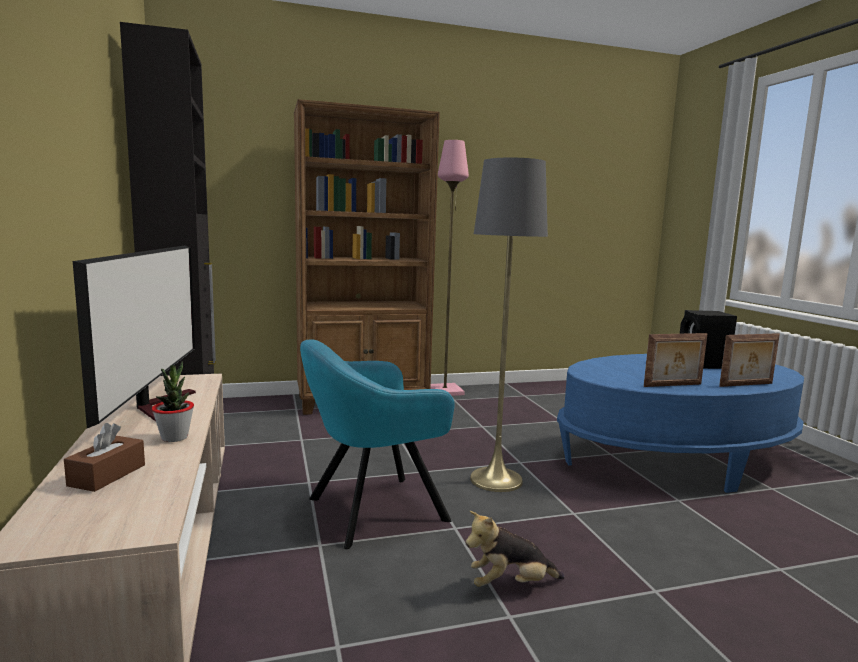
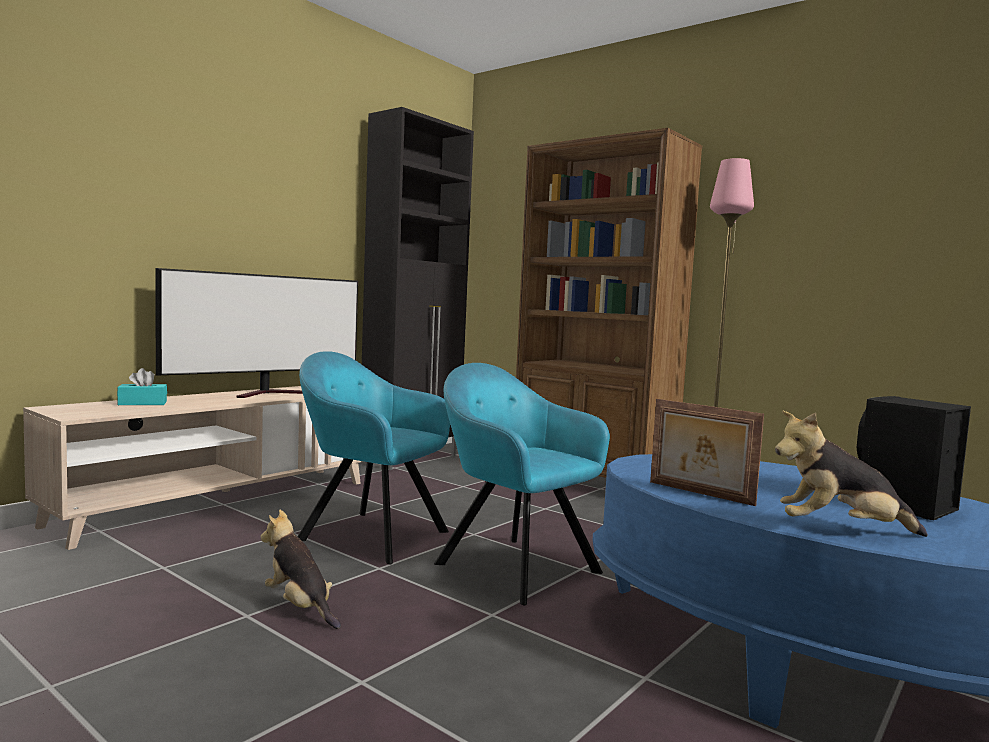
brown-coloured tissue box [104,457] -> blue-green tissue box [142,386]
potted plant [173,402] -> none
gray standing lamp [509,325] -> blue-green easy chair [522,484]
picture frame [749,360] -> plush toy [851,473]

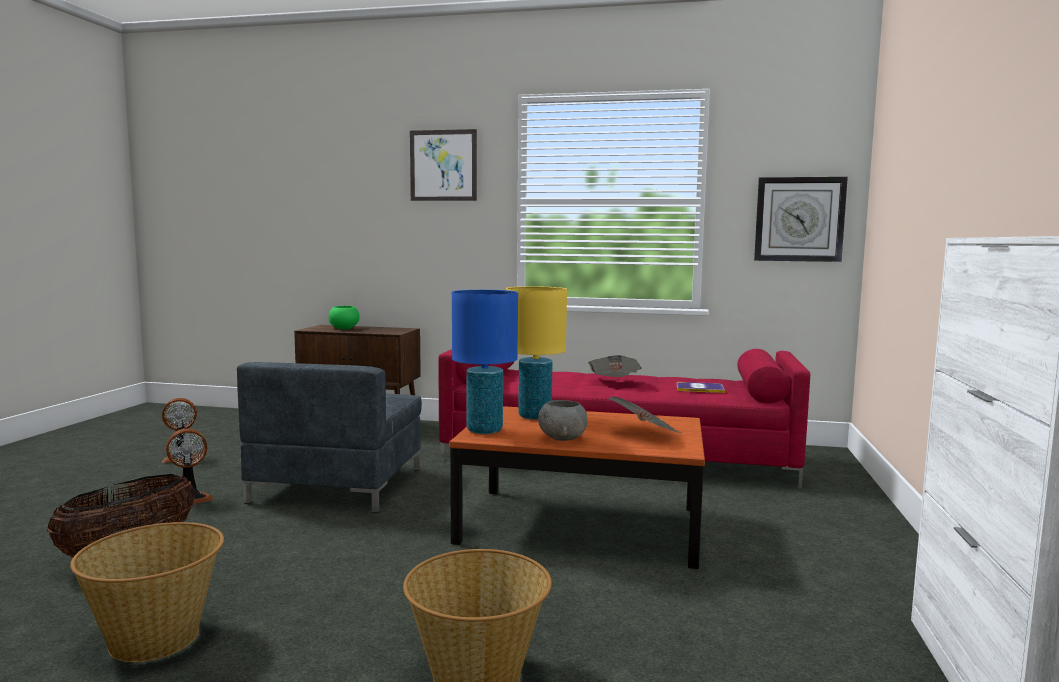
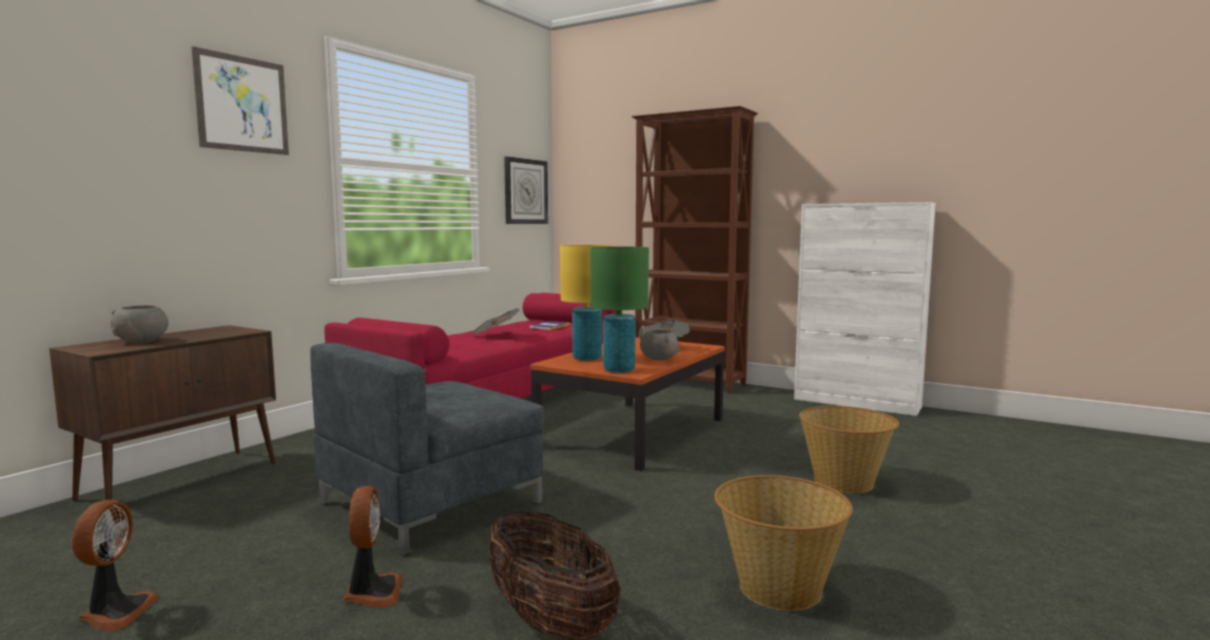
gray easy chair [329,437] -> gray easy chair [427,450], 105 degrees clockwise
greenish deep dish [344,317] -> gray deep dish [140,324]
blue table lamp [485,362] -> greenish table lamp [619,309]
none -> brown-coloured bookcase [694,250]

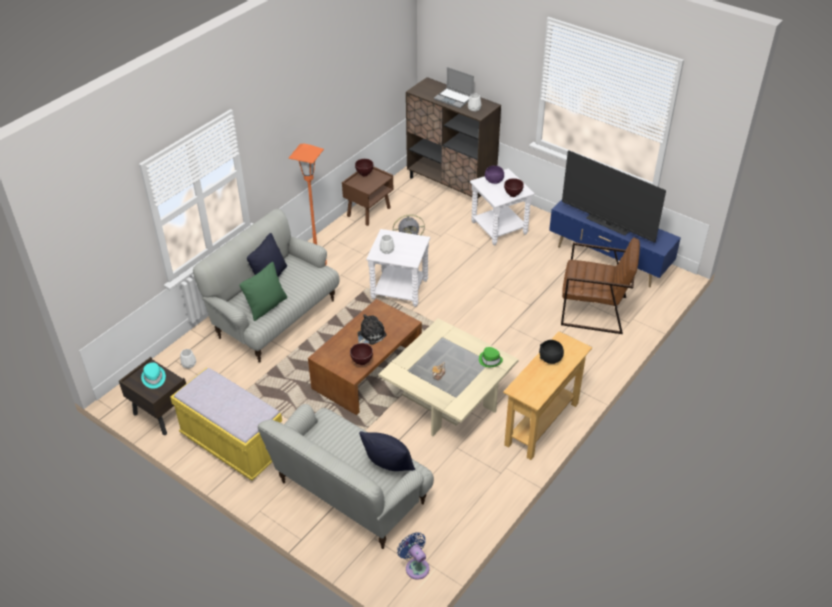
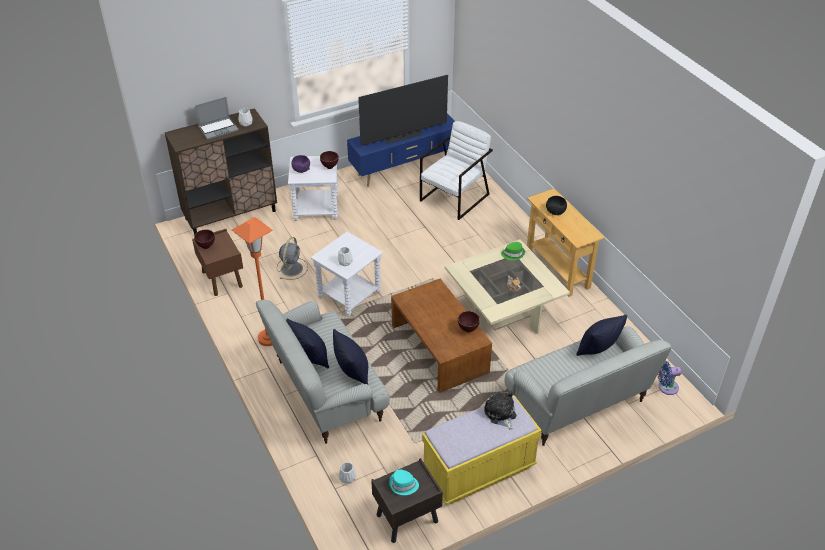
greenish pillow [263,291] -> black-coloured pillow [350,356]
plush toy [372,329] -> plush toy [500,410], move
brown-coloured easy chair [600,285] -> white easy chair [456,170]

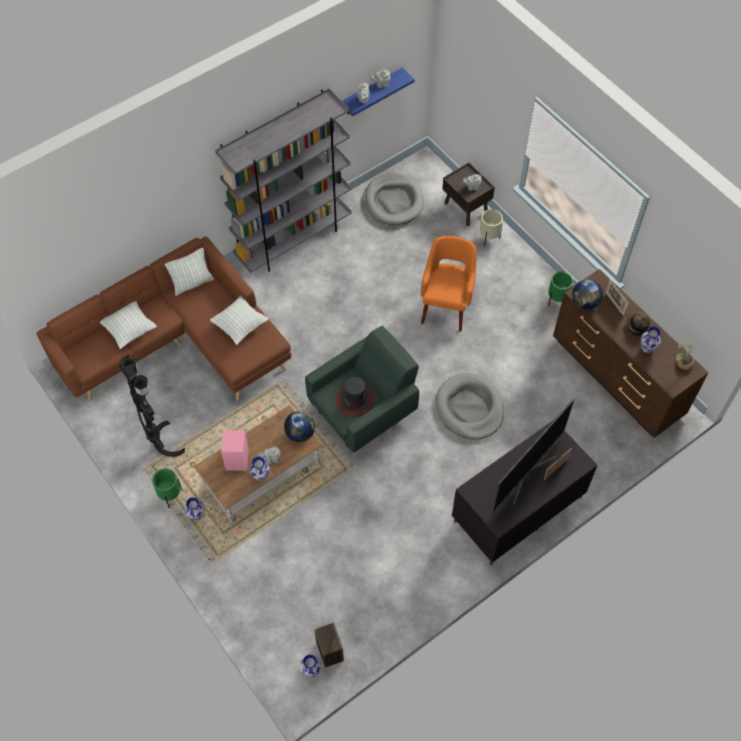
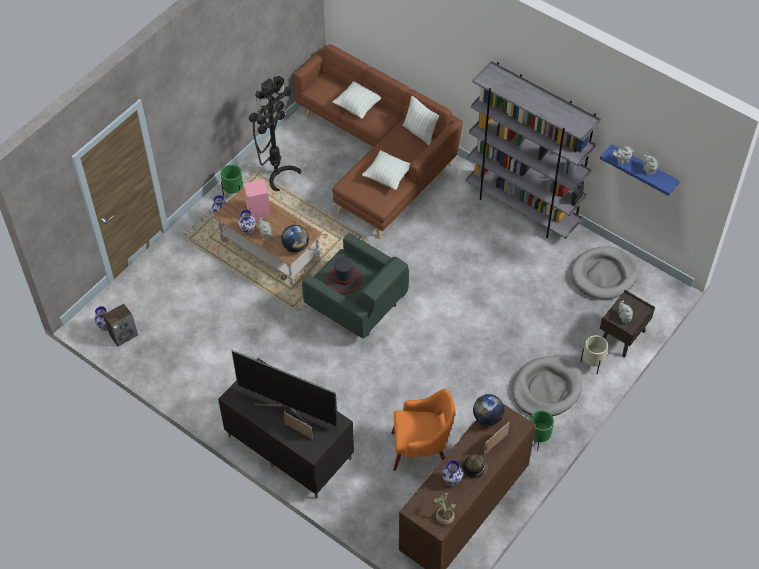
orange-coloured easy chair [449,283] -> orange-coloured easy chair [423,430], move
gray dog bed [470,406] -> gray dog bed [547,386], move

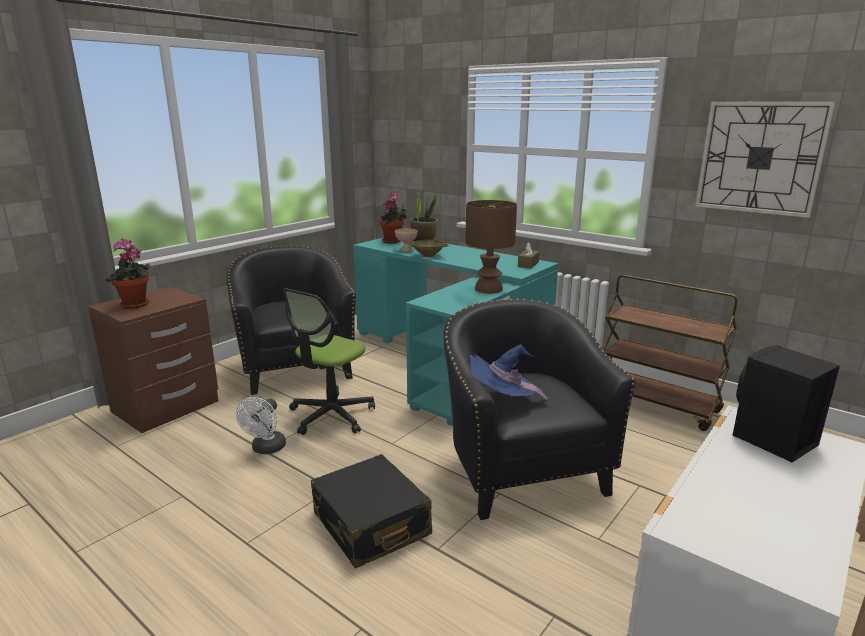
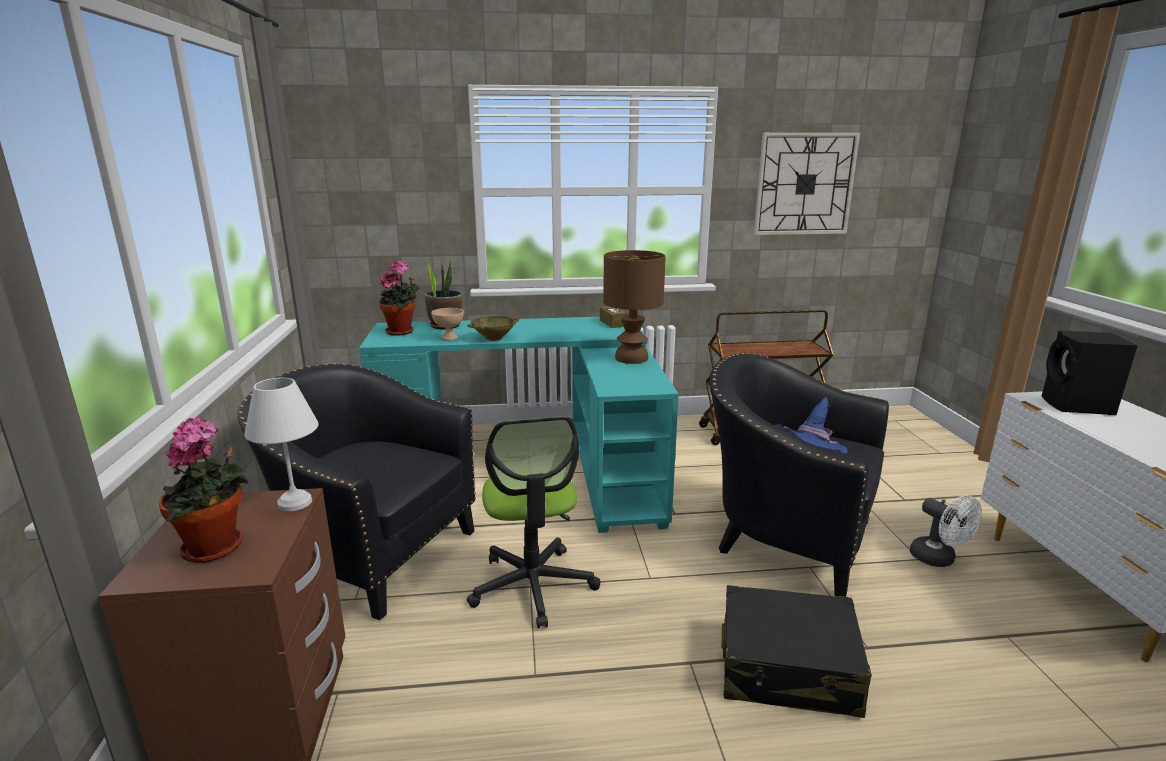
white fan [261,425] -> white fan [946,531], move
none -> white table lamp [281,444]

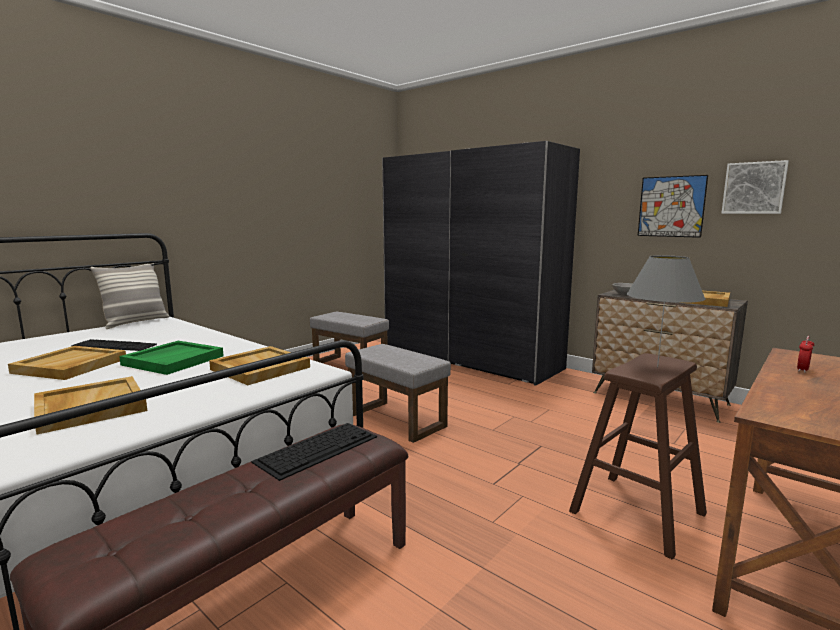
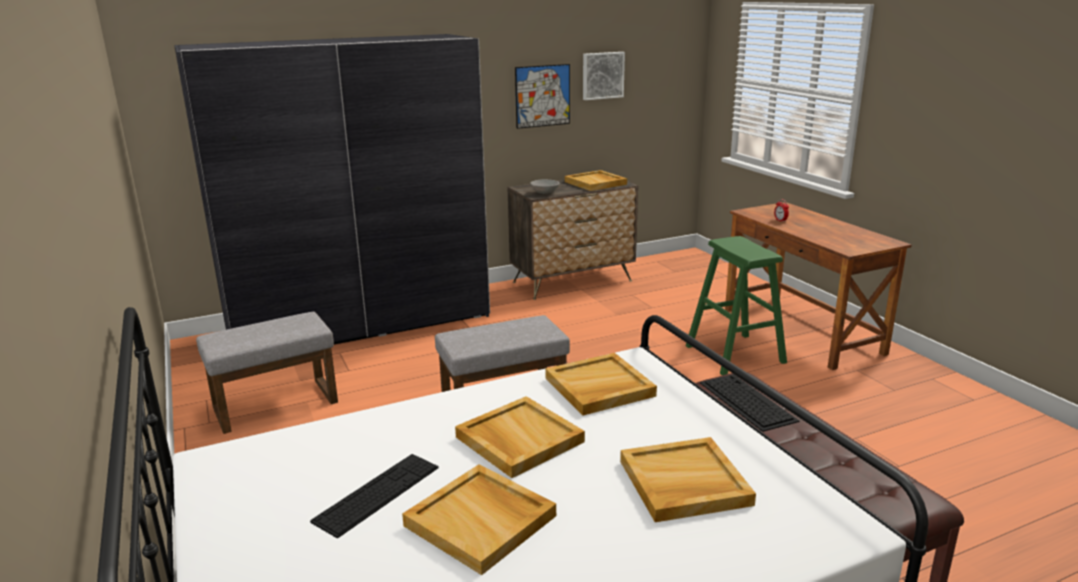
pillow [129,296] -> none
greenish carrying tray [171,358] -> beige carrying tray [520,437]
brown-coloured stool [638,456] -> greenish stool [736,305]
gray table lamp [666,311] -> none

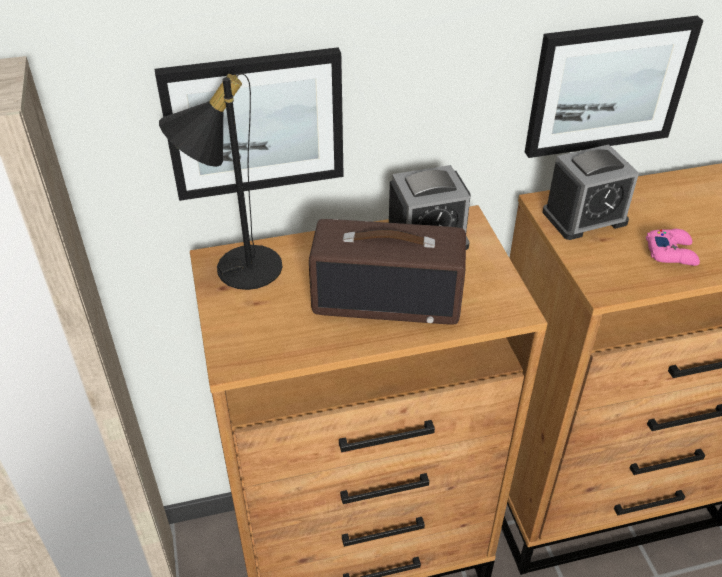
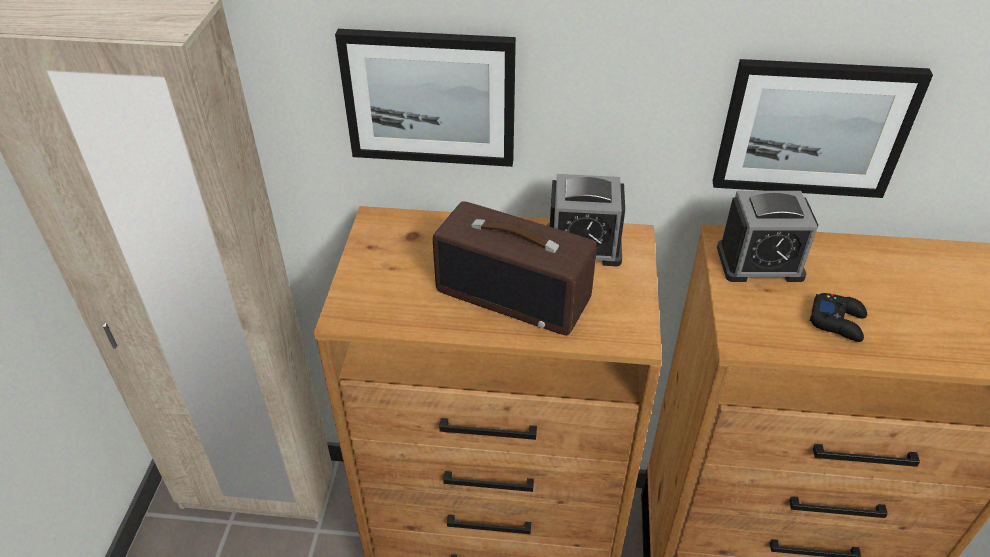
black-coloured table lamp [220,181] -> none
pink joypad [673,247] -> black-coloured joypad [838,317]

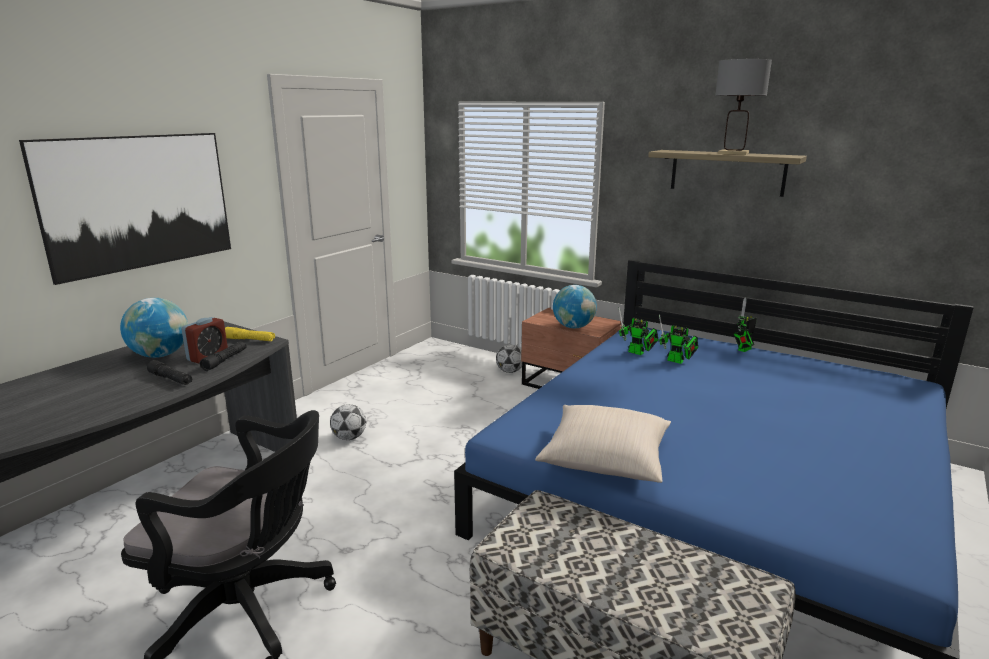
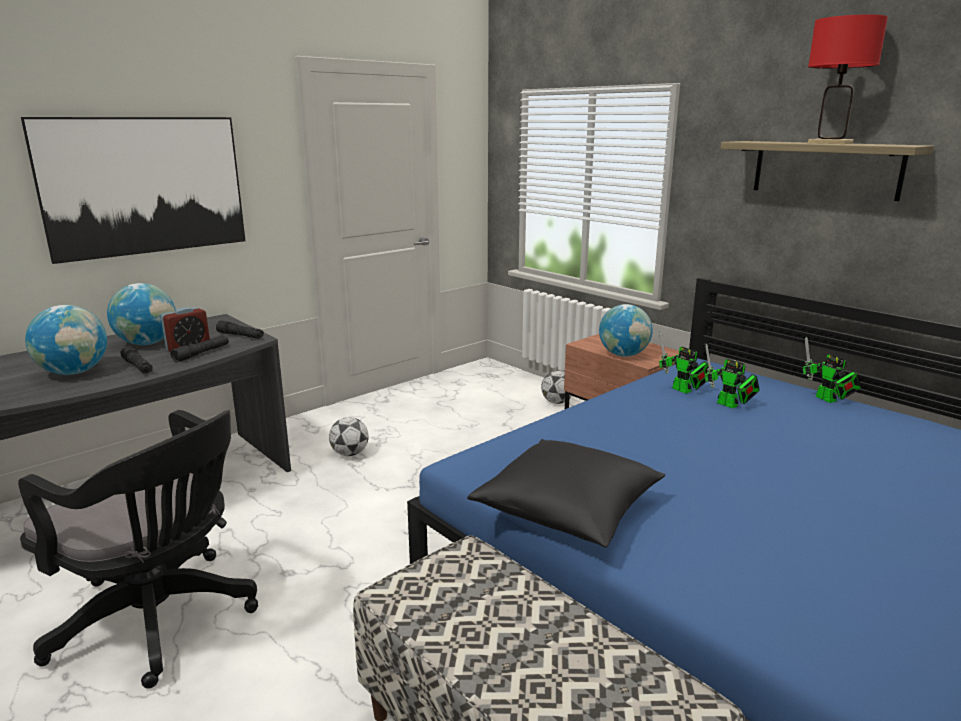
yellowish torch [250,334] -> black-coloured torch [240,329]
beige pillow [603,444] -> black-coloured pillow [566,493]
gray table lamp [743,107] -> reddish table lamp [848,79]
toy robot [745,324] -> toy robot [832,370], 90 degrees counterclockwise
none -> globe [66,340]

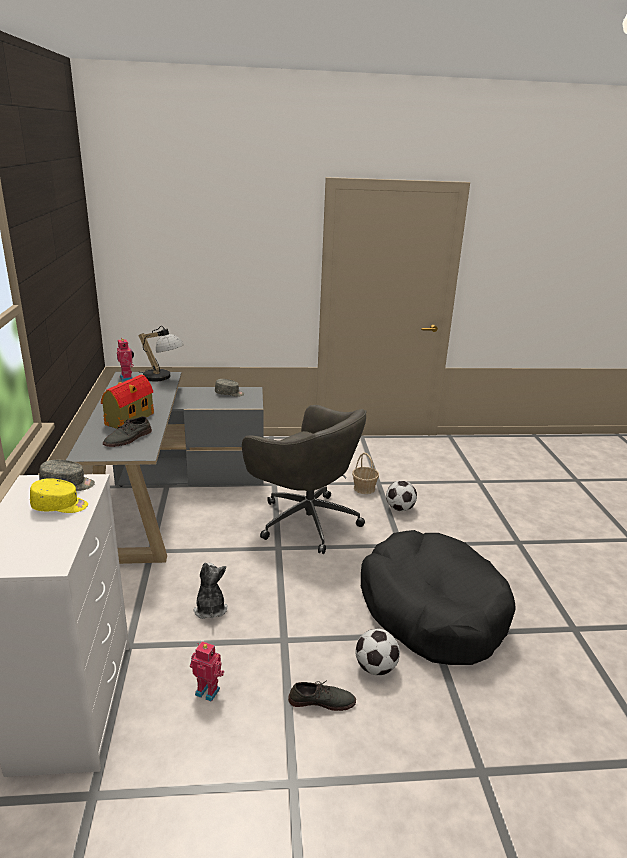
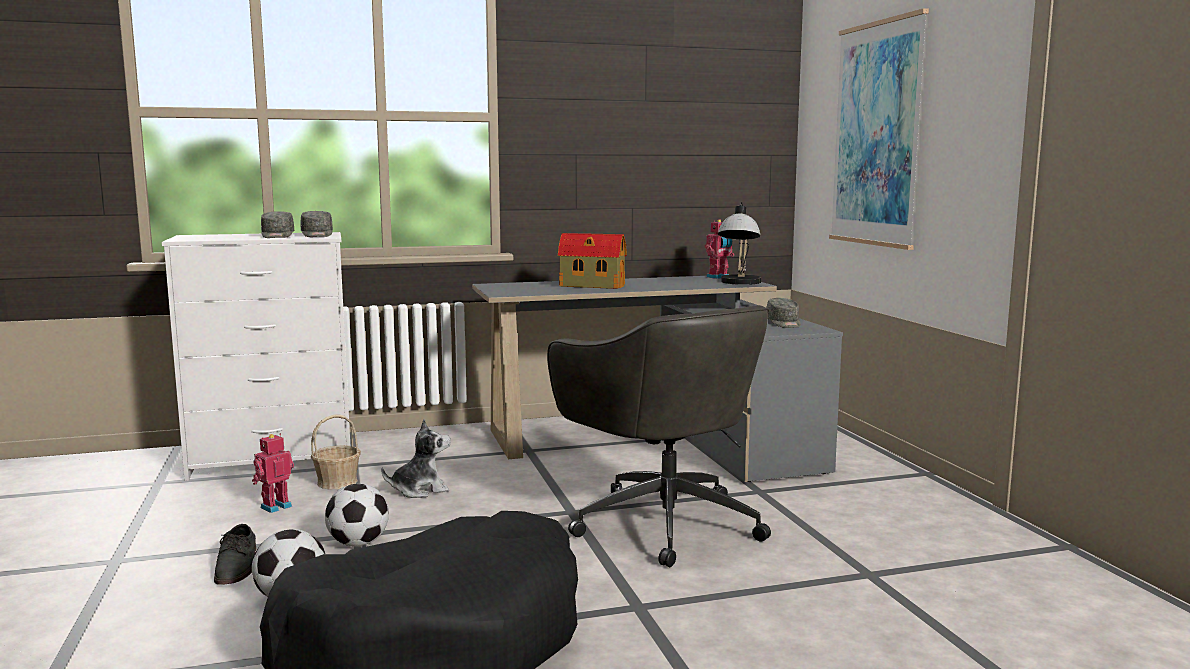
yellowish baseball cap [59,495] -> gray baseball cap [277,224]
gray low shoe [127,431] -> none
toy robot [207,671] -> toy robot [273,473], 150 degrees counterclockwise
gray desk chair [304,479] -> gray desk chair [659,436], 60 degrees counterclockwise
storage basket [365,473] -> storage basket [336,451], move
ball for football [401,495] -> ball for football [357,515], move
none -> picture [879,129]

